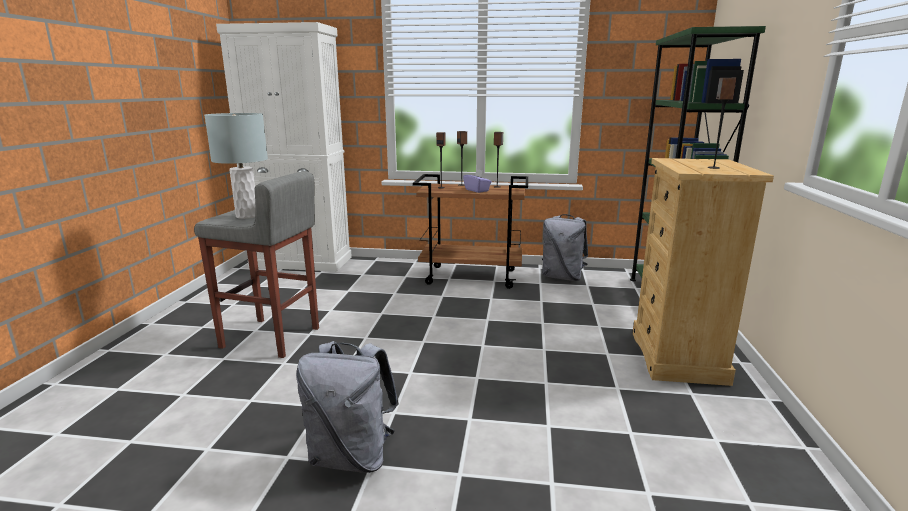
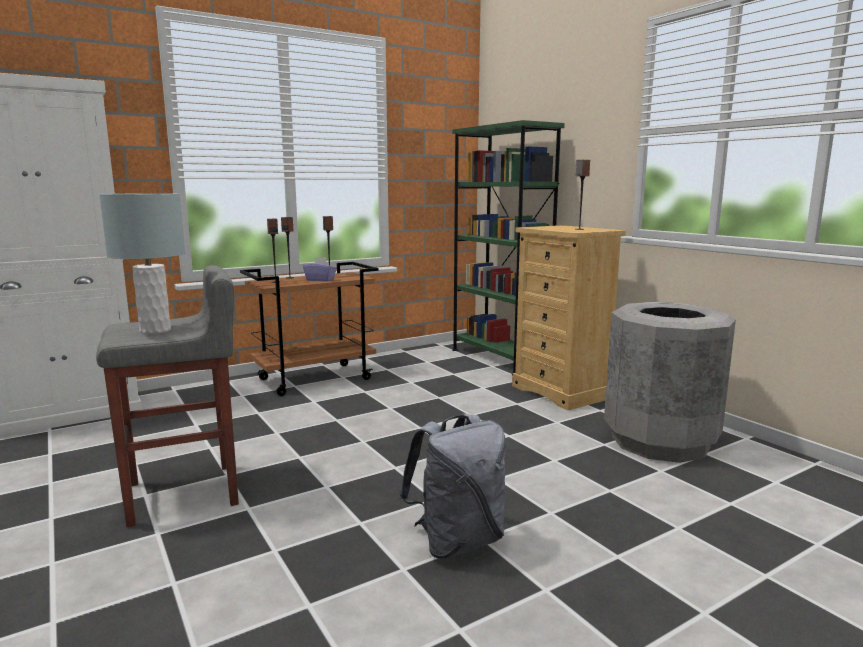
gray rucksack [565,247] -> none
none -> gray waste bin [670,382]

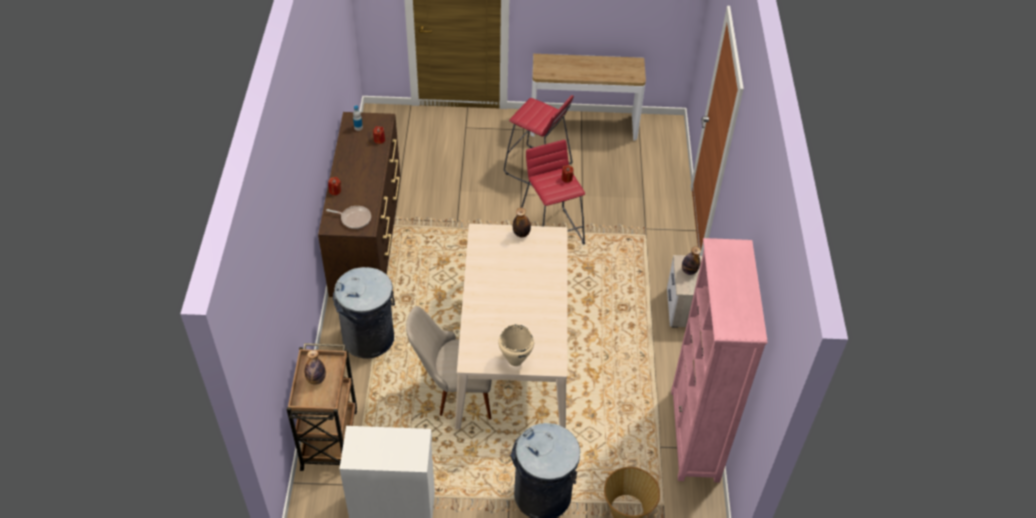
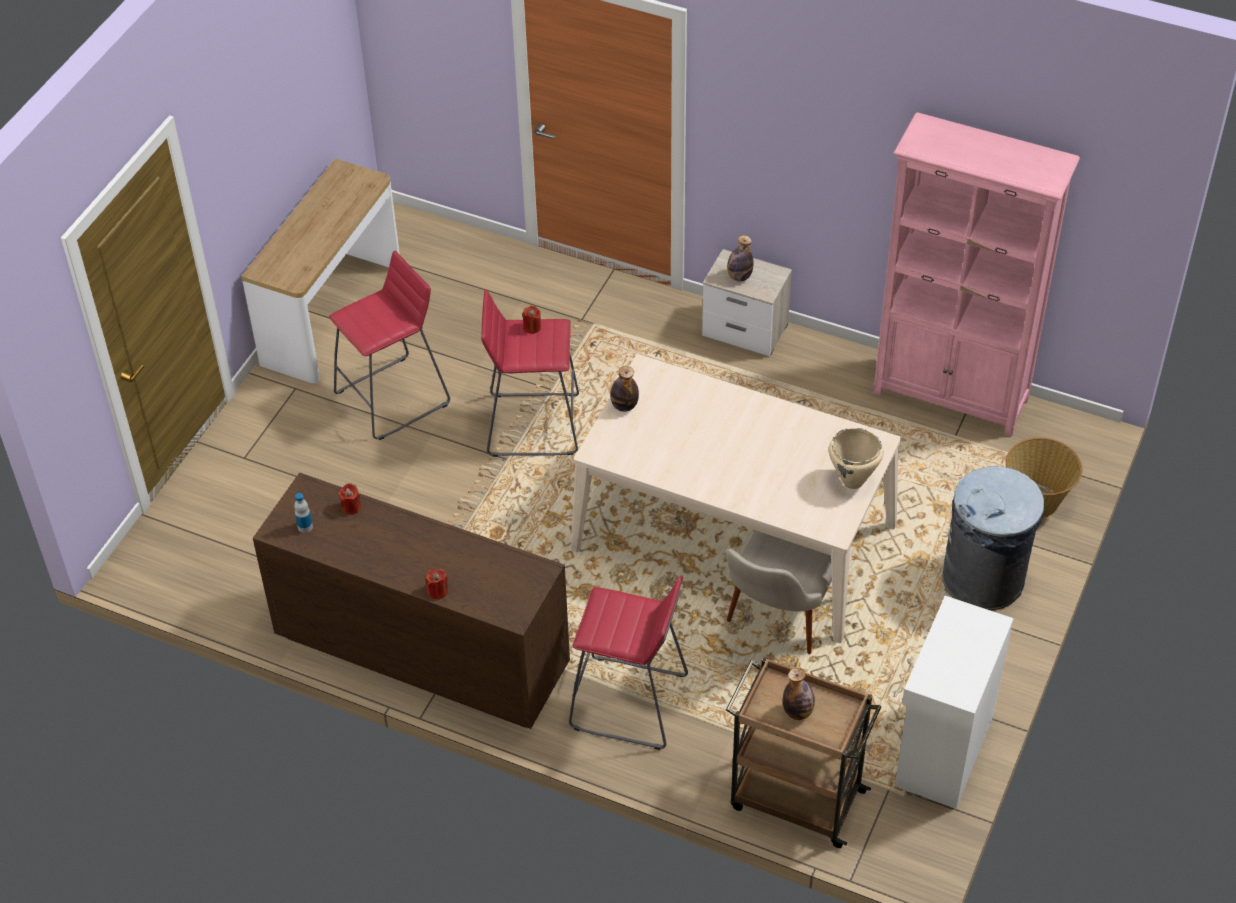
frying pan [348,217] -> none
gray waste bin [364,313] -> reddish stool [628,662]

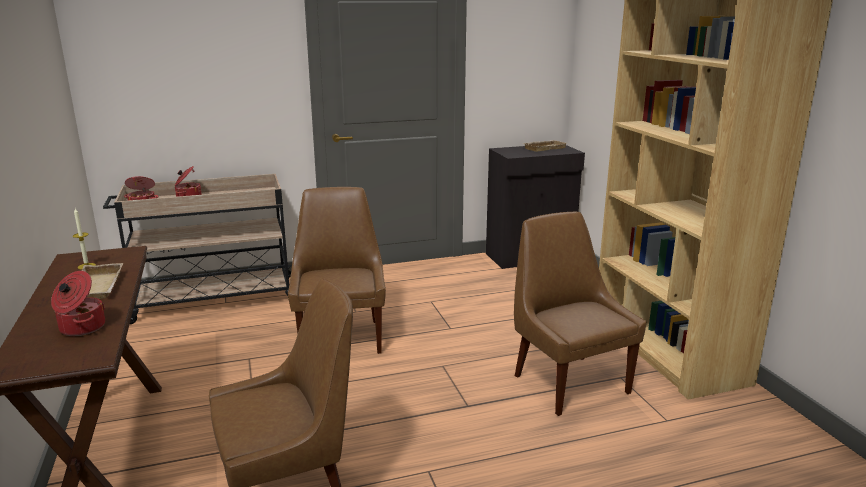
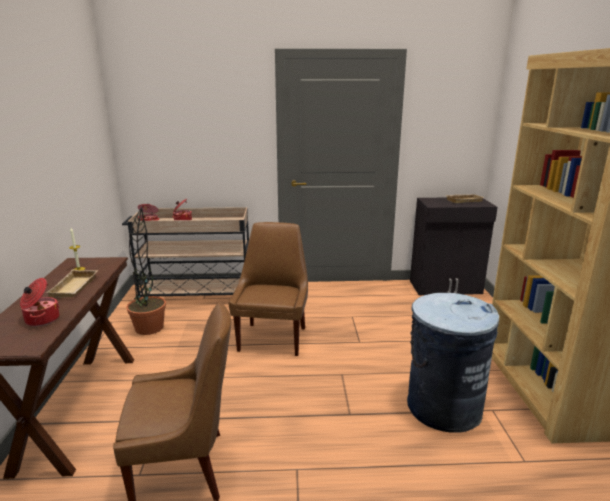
brown-coloured plain chair [580,314] -> gray waste bin [453,363]
none -> potted plant [146,271]

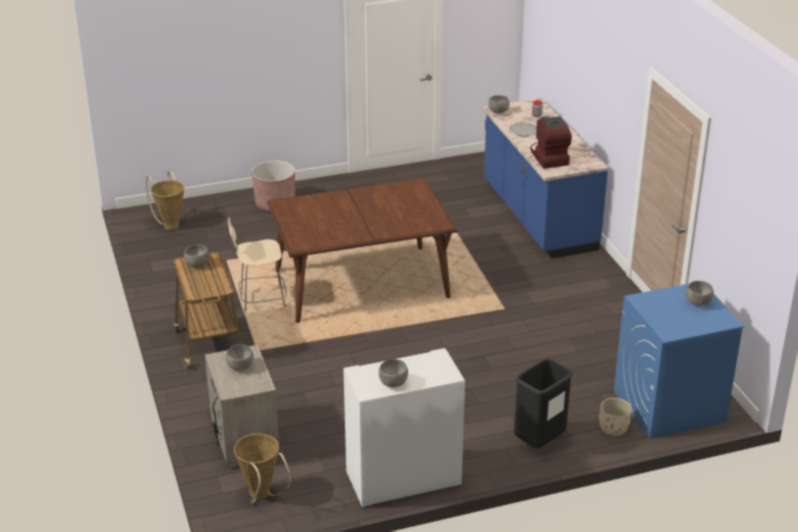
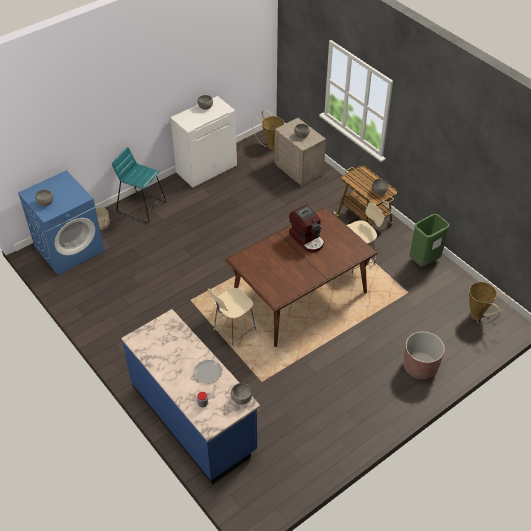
black-coloured waste bin [543,403] -> blue-green stool [139,185]
coffee brewer [551,142] -> coffee brewer [306,228], move
none -> beige plain chair [232,318]
none -> greenish waste bin [429,240]

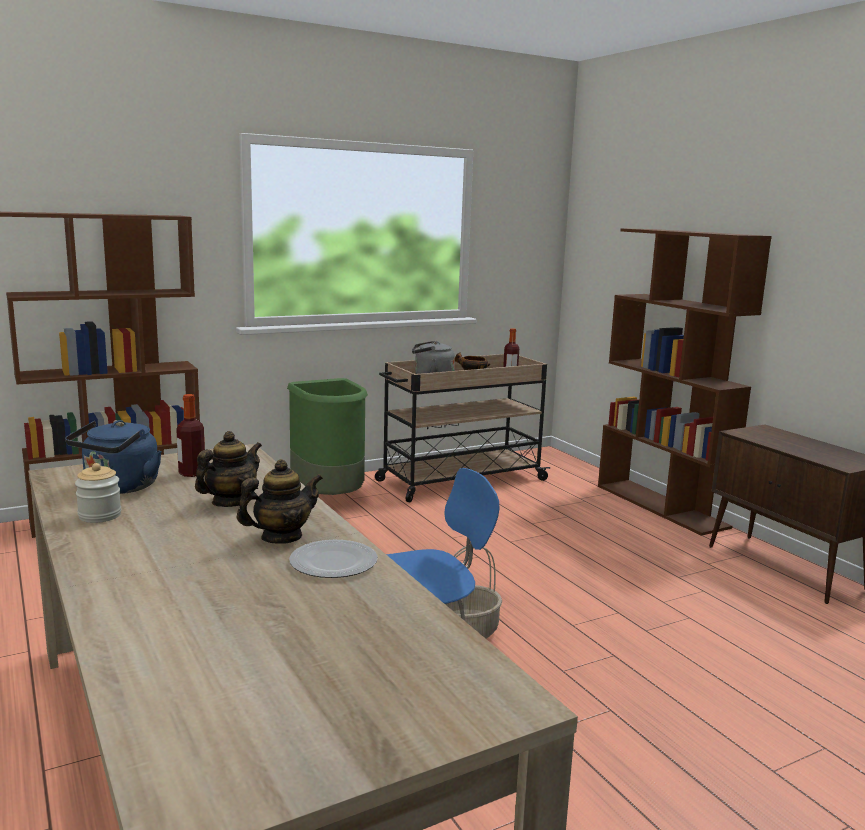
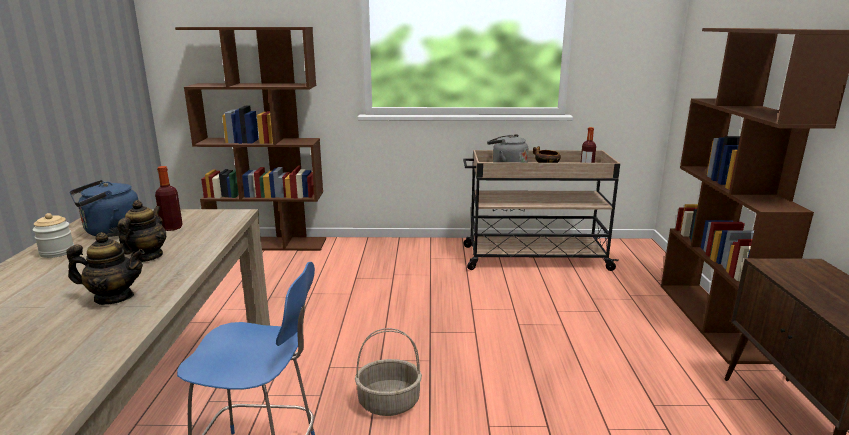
teapot [228,469] -> teapot [142,231], 60 degrees counterclockwise
greenish waste bin [327,436] -> none
flat dish [333,559] -> none

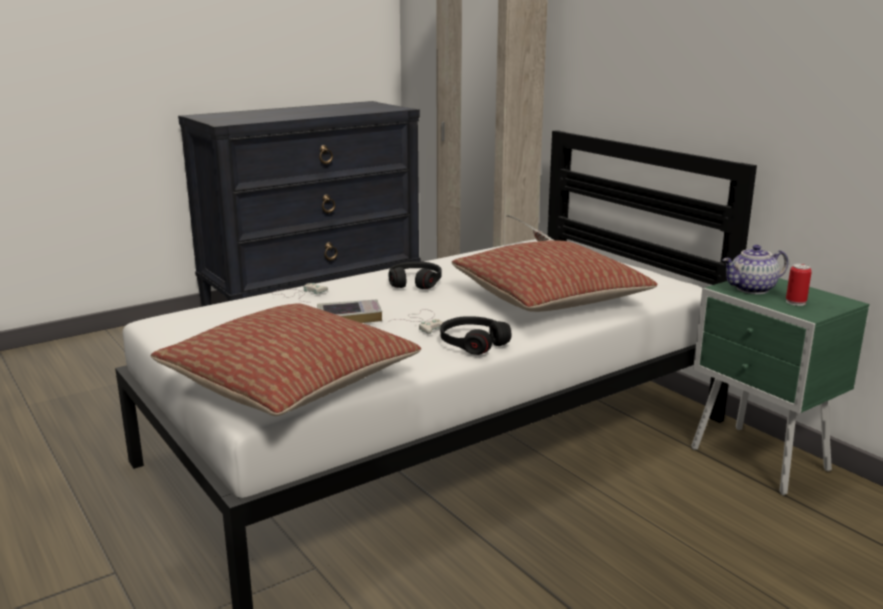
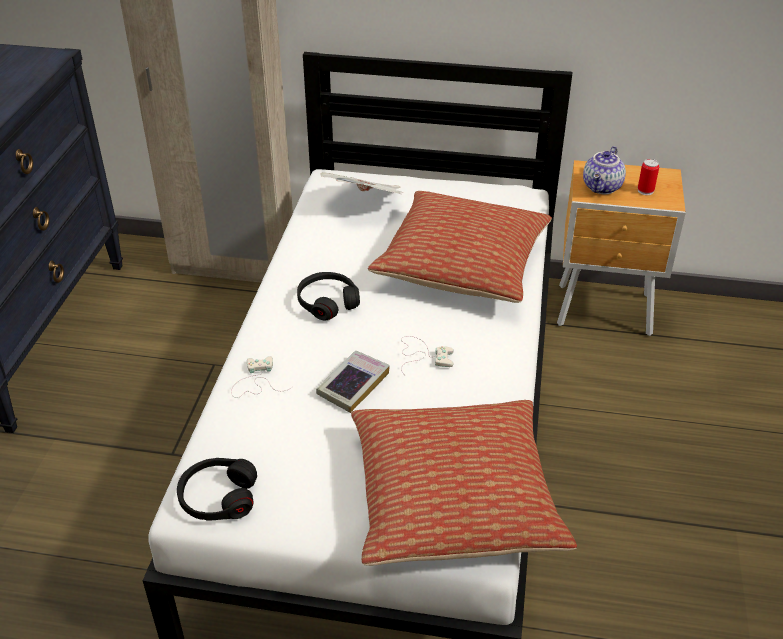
black-coloured headset [475,335] -> black-coloured headset [217,489], move
greenish bedside table [780,387] -> brown-coloured bedside table [621,248]

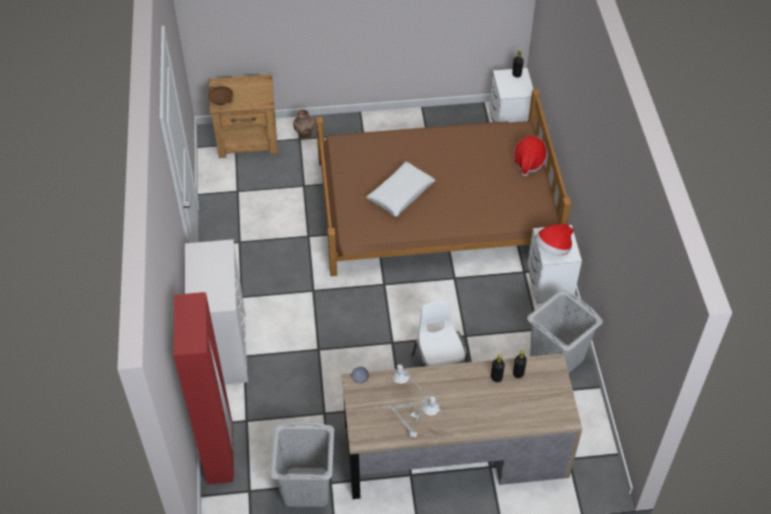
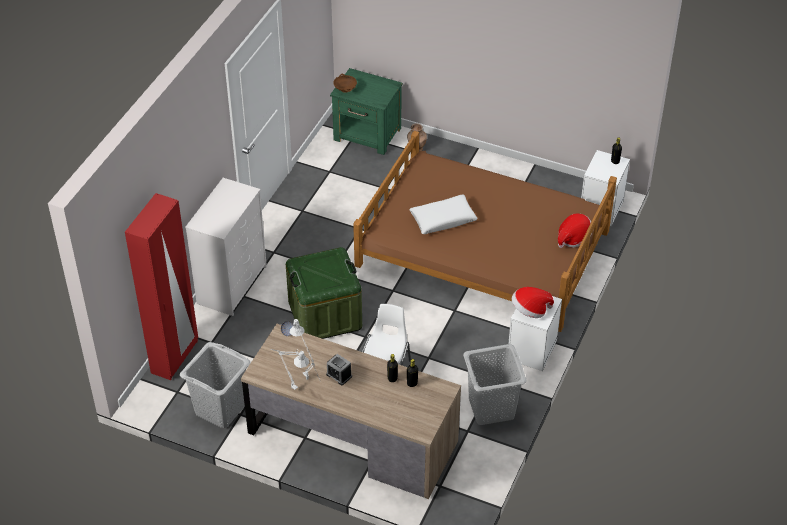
brown-coloured bedside table [243,116] -> greenish bedside table [366,111]
none -> greenish storage box [324,293]
none -> alarm clock [339,369]

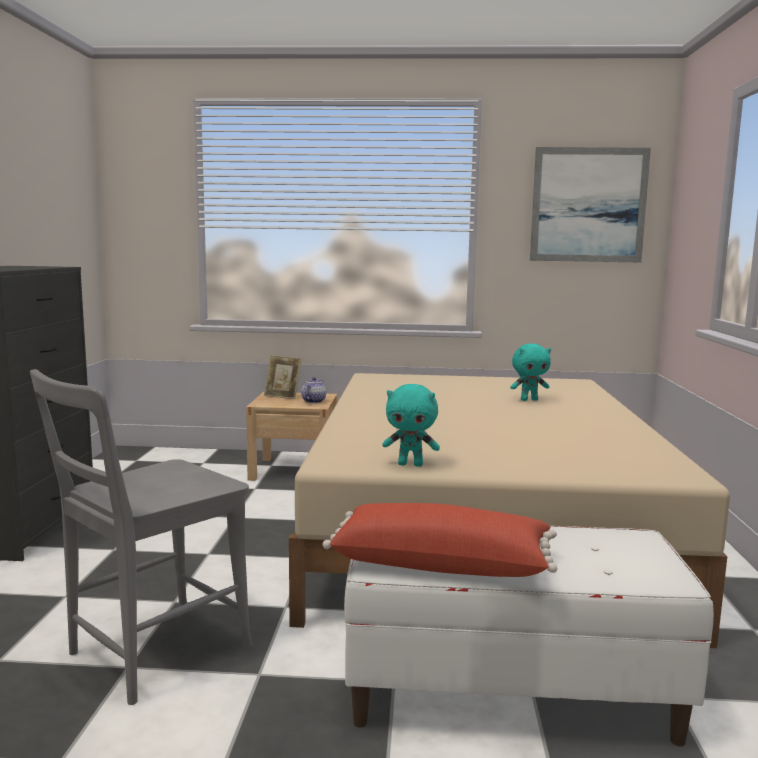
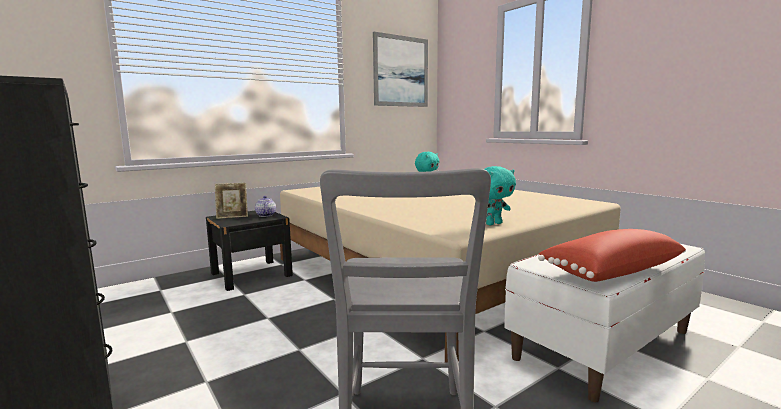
beige bedside table [291,436] -> black-coloured bedside table [249,251]

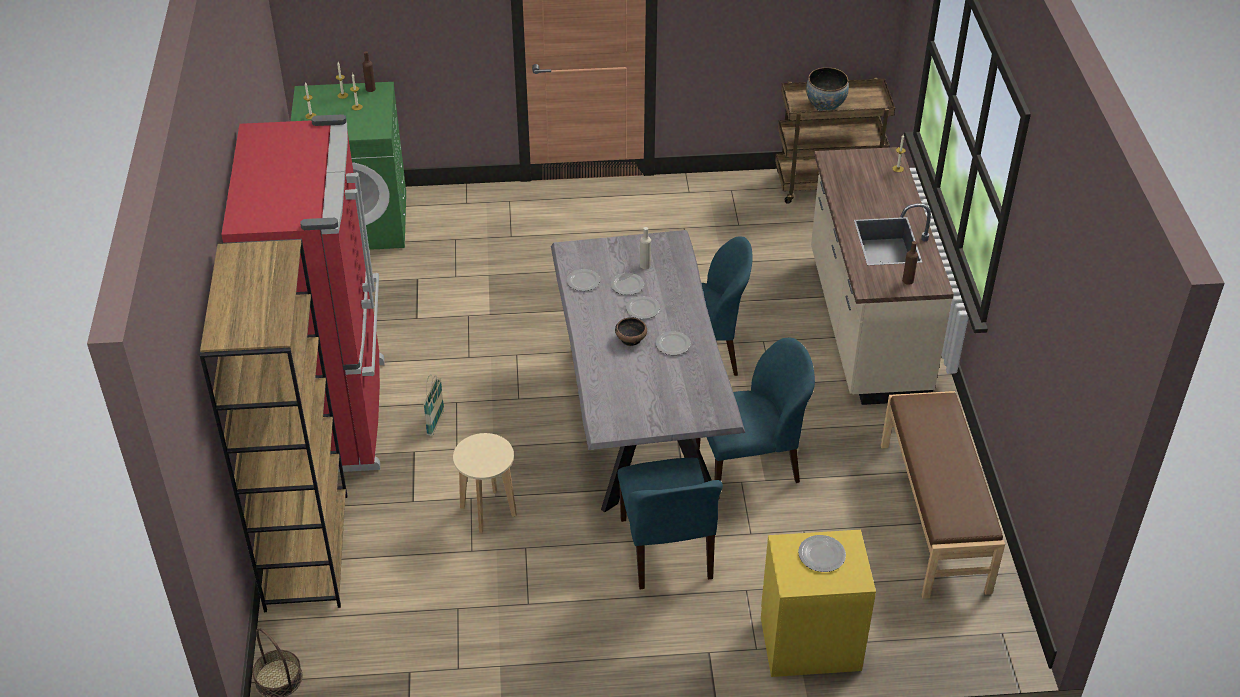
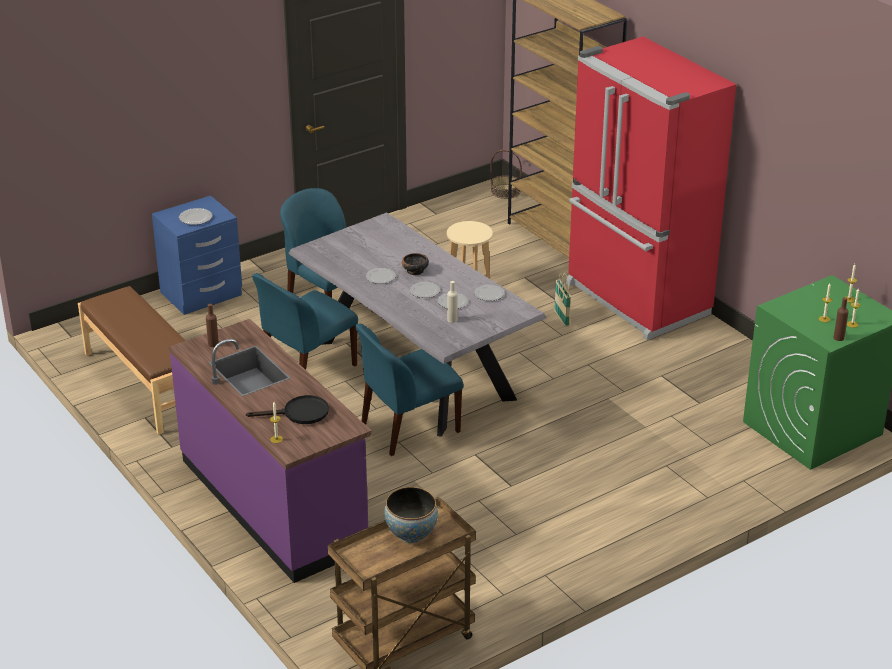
yellowish bedside table [818,603] -> blue bedside table [197,255]
beige kitchen base unit [882,276] -> purple-coloured kitchen base unit [270,451]
none -> black-coloured frying pan [287,409]

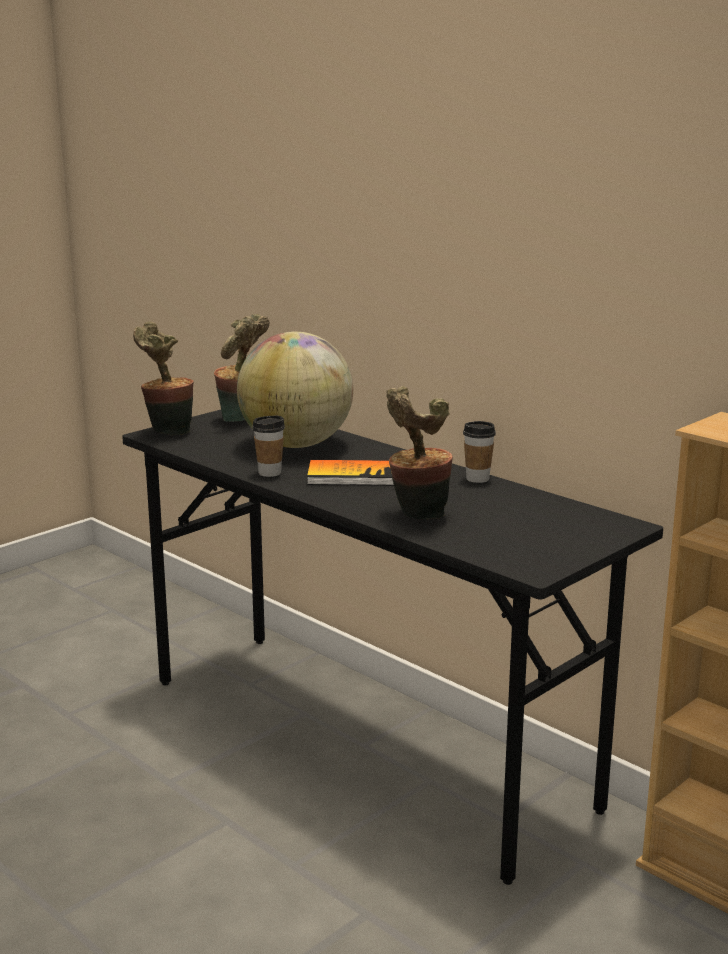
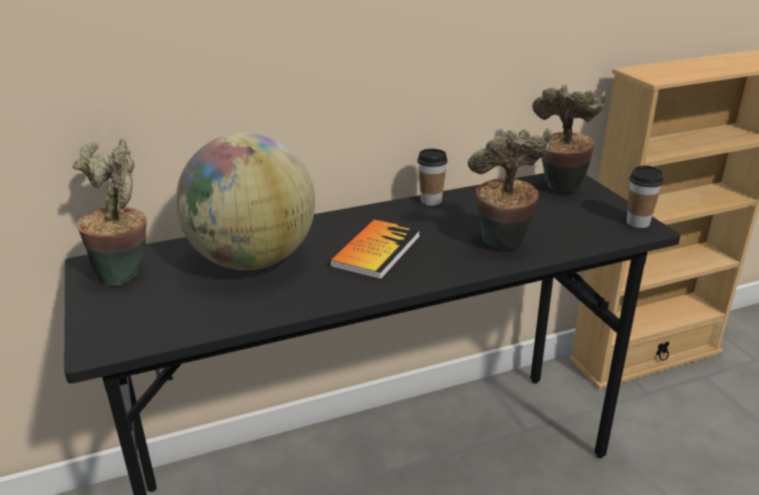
potted plant [163,378] -> potted plant [569,138], move
drinking cup [268,446] -> drinking cup [645,197], move

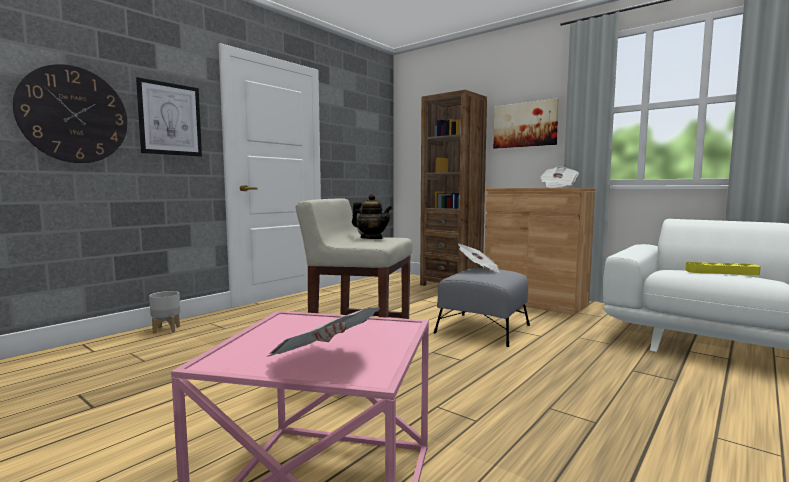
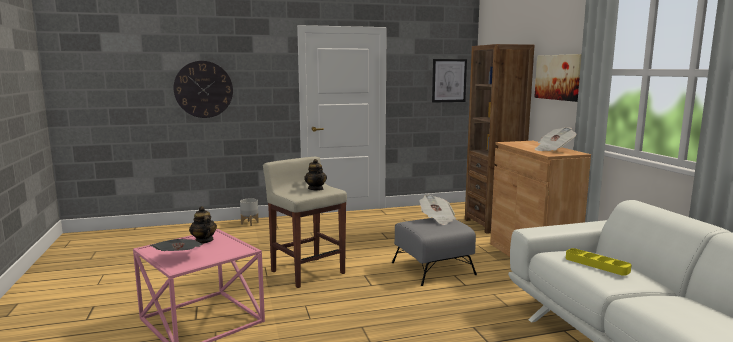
picture [169,117] -> picture [449,81], move
none -> teapot [203,225]

